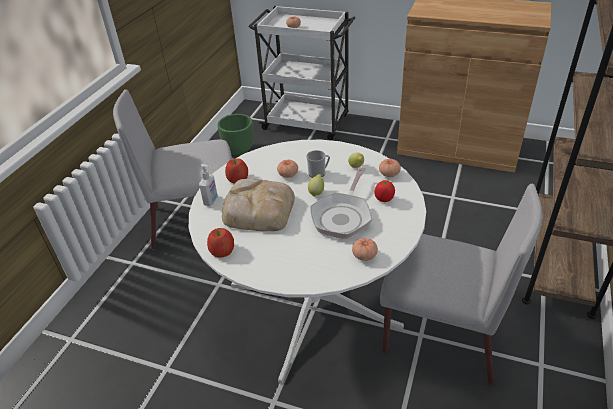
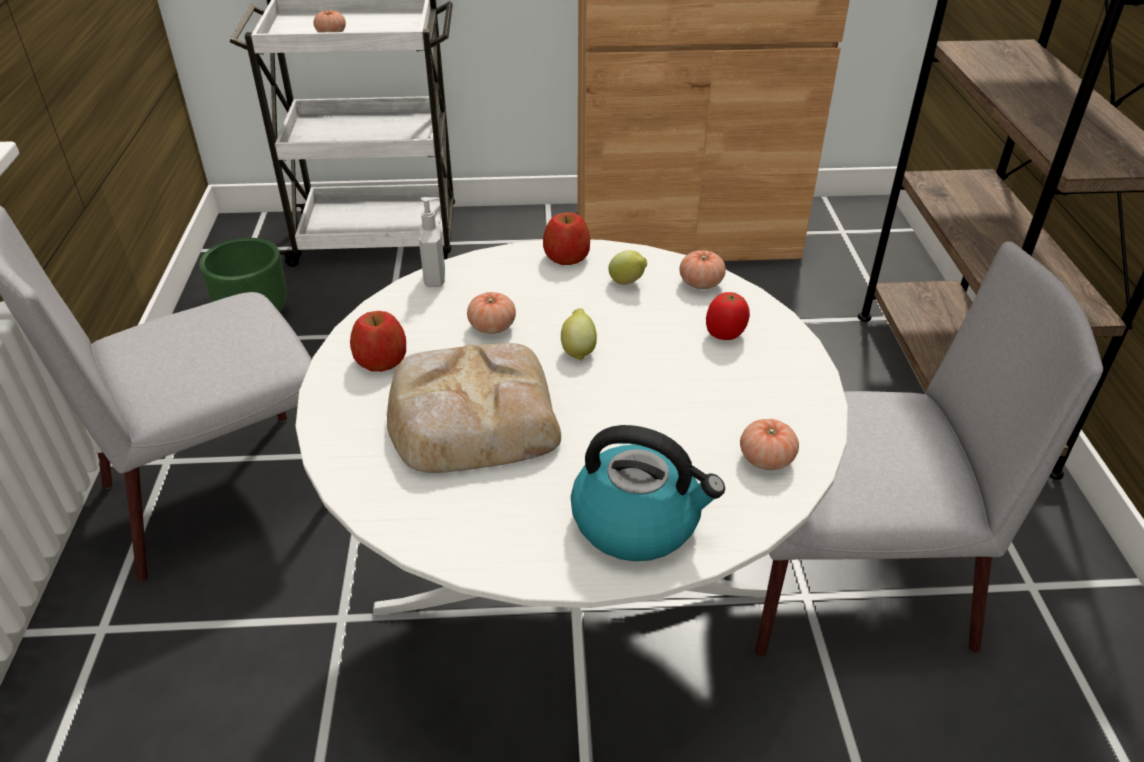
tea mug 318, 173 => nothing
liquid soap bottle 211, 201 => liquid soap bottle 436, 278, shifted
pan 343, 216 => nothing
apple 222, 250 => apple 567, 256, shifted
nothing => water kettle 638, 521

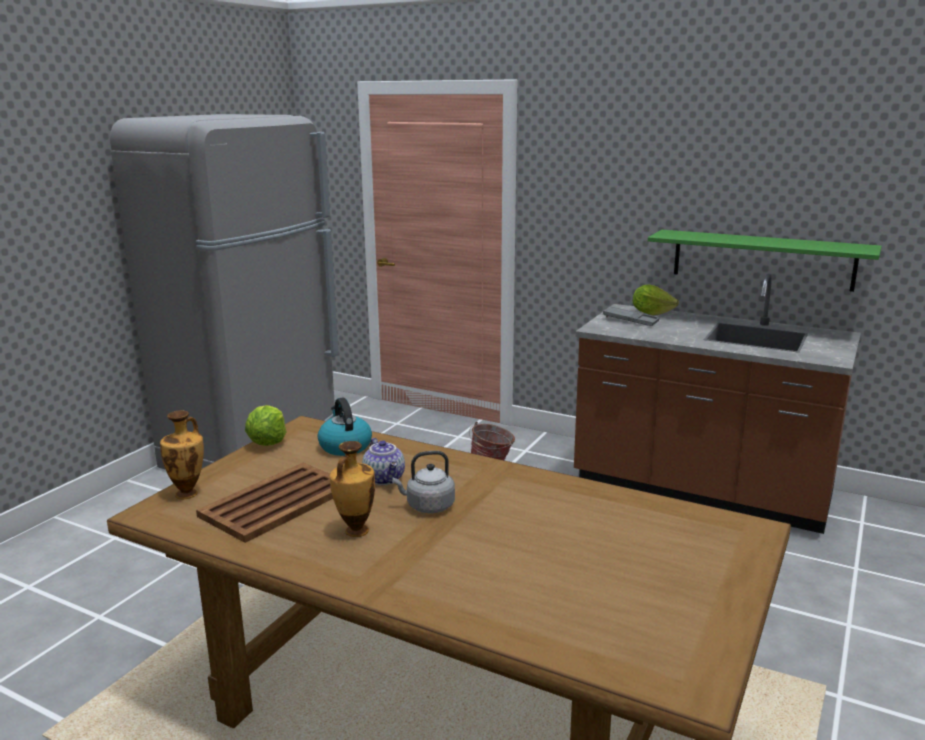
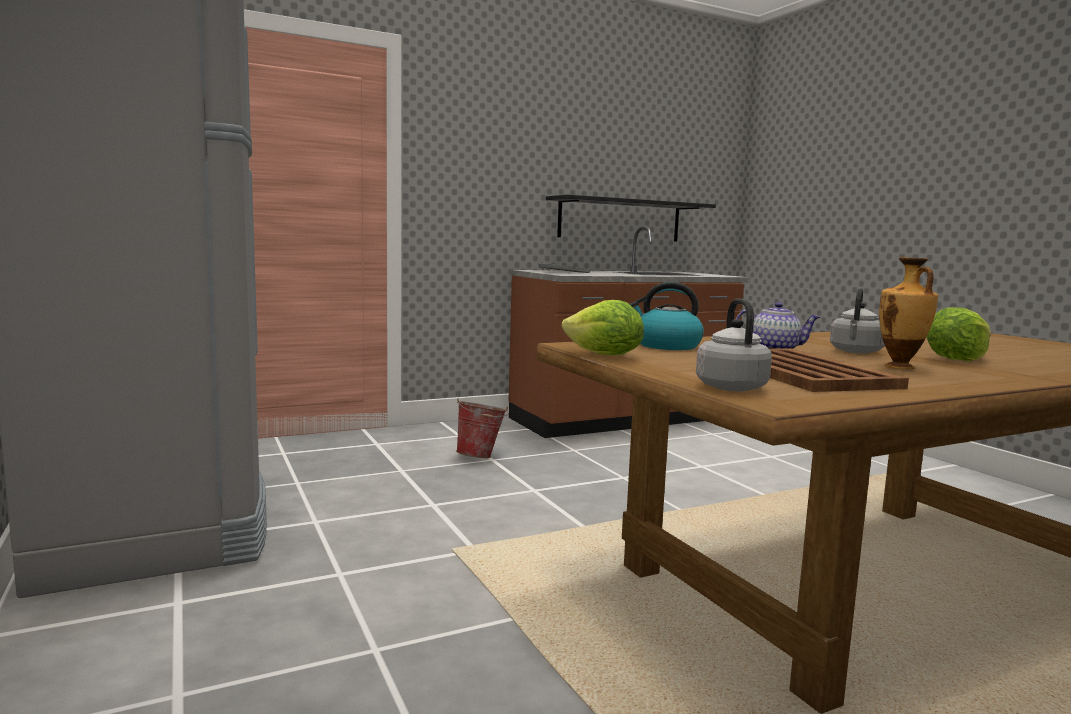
shelf (greenish) 762, 259 => shelf (blackish) 620, 220
lettuce 651, 313 => lettuce 956, 359, shifted
flower vase 188, 494 => water kettle (gray) 729, 387

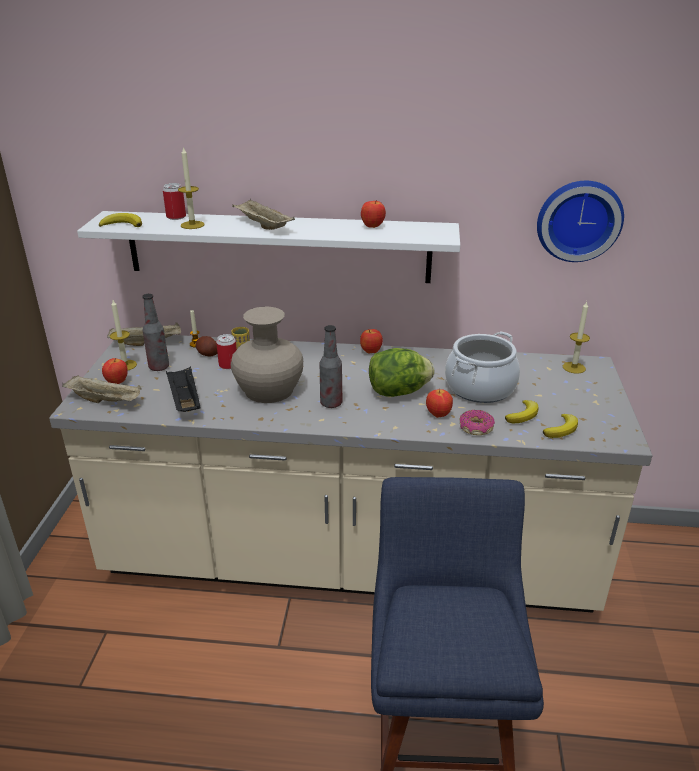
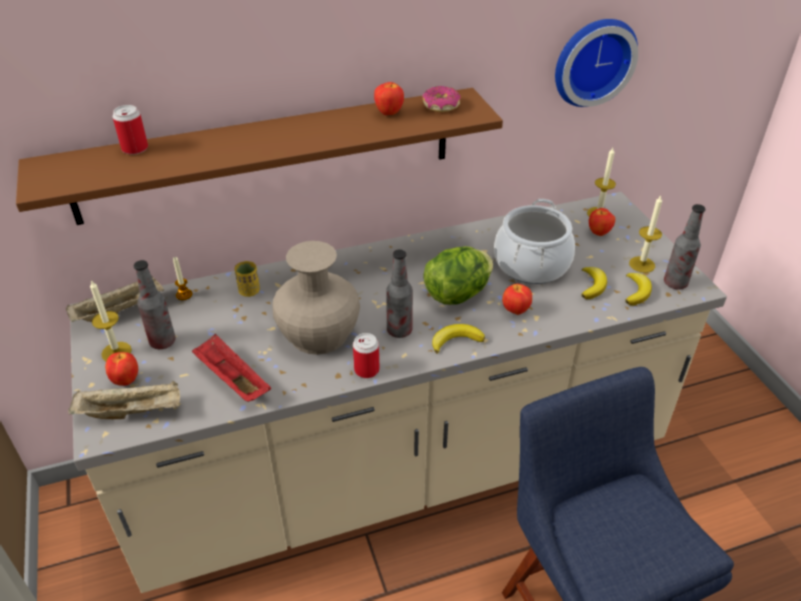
wax candle 192, 225 => wax candle 642, 264, shifted
carrying tray (beige) 262, 225 => nothing
shelf (whitish) 278, 247 => shelf (brown-coloured) 266, 155
banana fruit 122, 224 => banana fruit 456, 340, shifted
apple 371, 352 => apple 599, 233, shifted
metal can 228, 365 => metal can 366, 370, shifted
spud 208, 354 => nothing
carrying tray (blackish) 184, 401 => carrying tray (red-coloured) 231, 380
doughnut 475, 428 => doughnut 440, 106, shifted
nothing => beverage bottle 675, 283

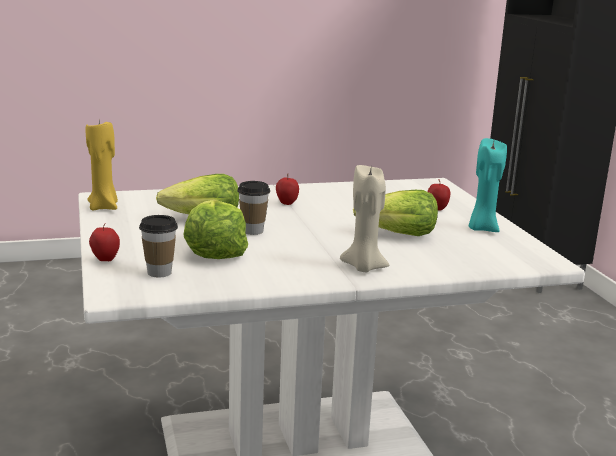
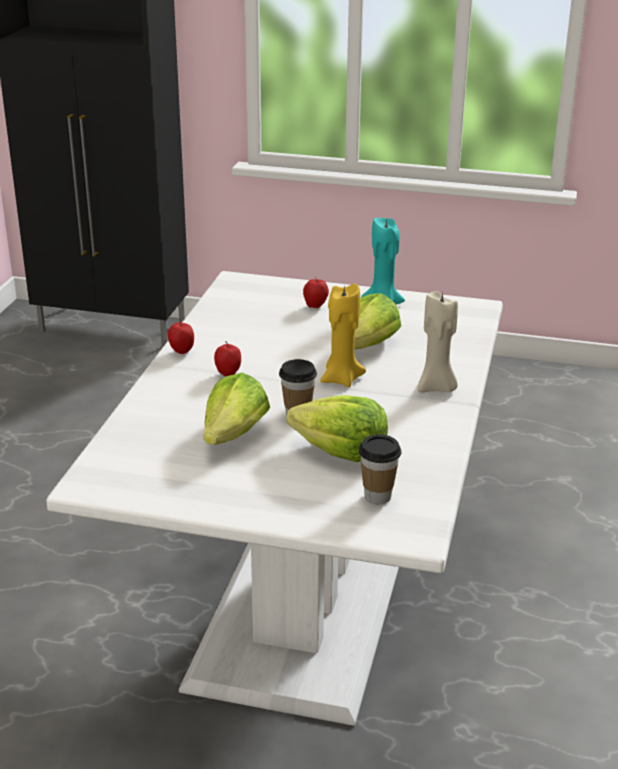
wax candle (yellow-coloured) 104, 207 => wax candle (yellow-coloured) 341, 379, shifted
apple 105, 259 => apple 181, 352, shifted

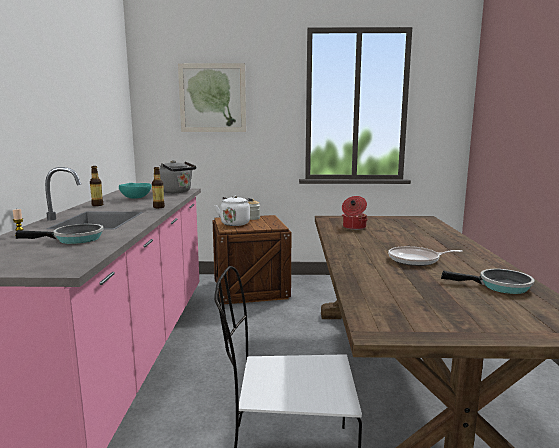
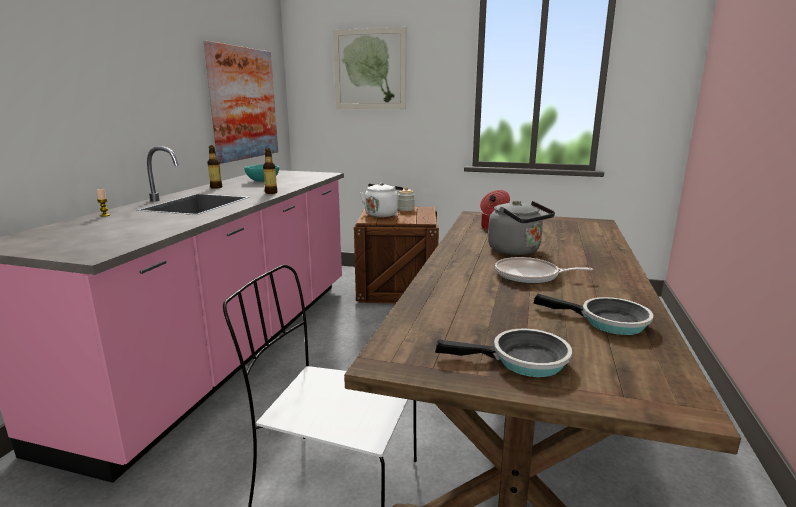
water kettle (gray) 177, 192 => water kettle (gray) 517, 251, shifted
pan 74, 239 => pan 523, 361, shifted
nothing => wall art 243, 103

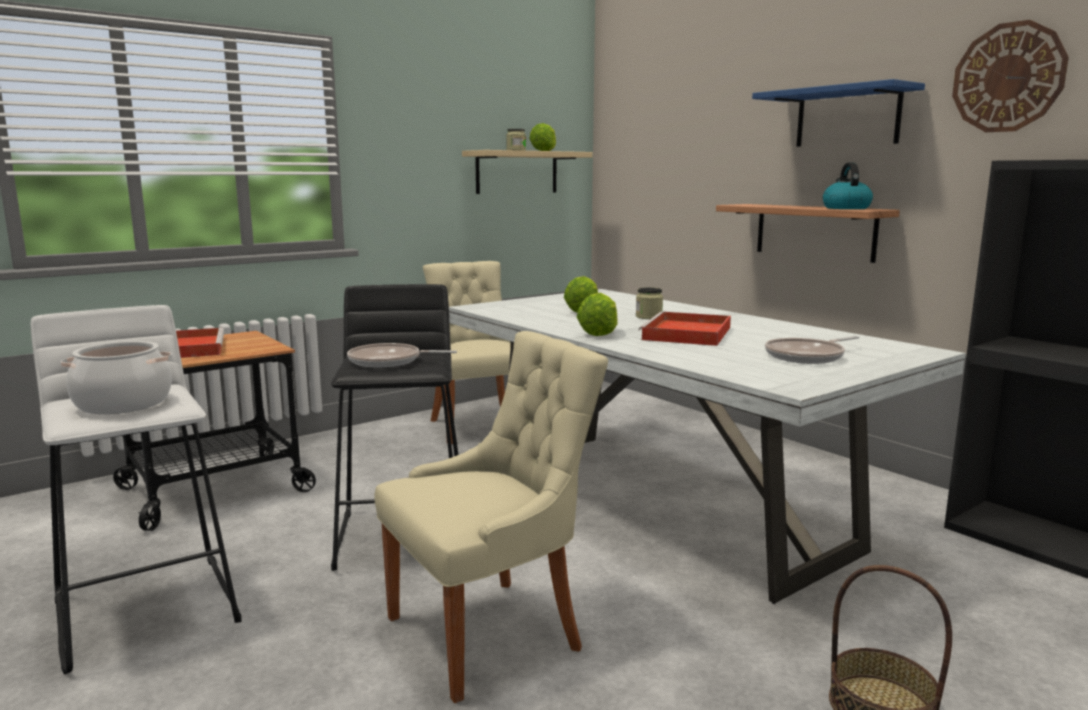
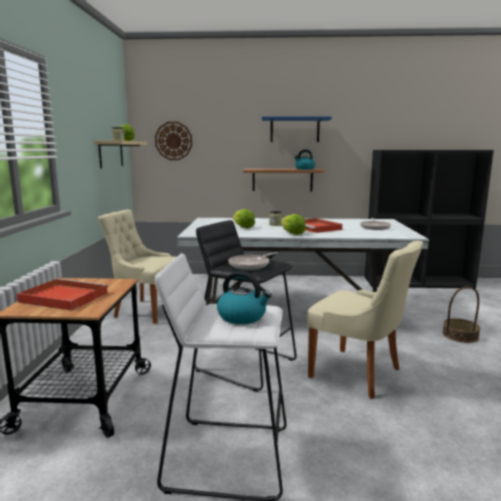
clock on the wall 1008, 77 => clock on the wall 173, 141, shifted
upright chair (beige) 490, 631 => upright chair (beige) 358, 373, 120 degrees clockwise
cooking pot 124, 403 => water kettle 242, 317

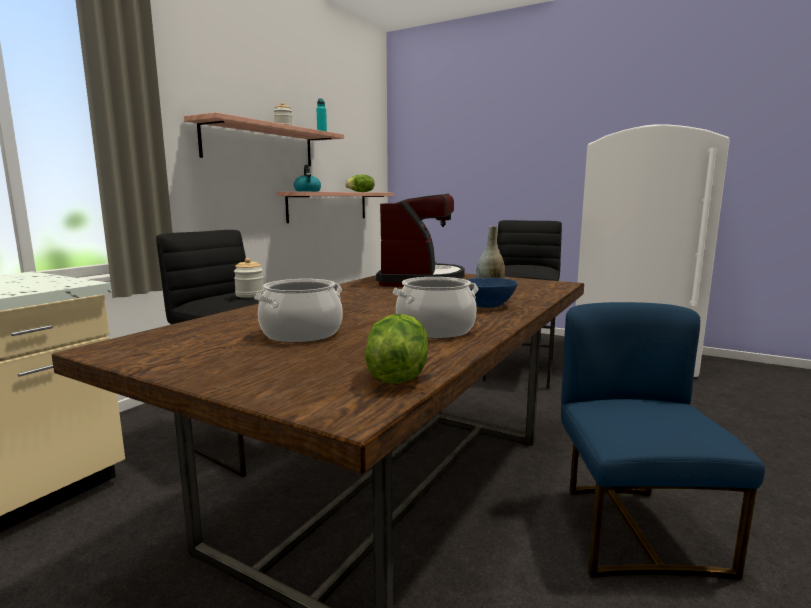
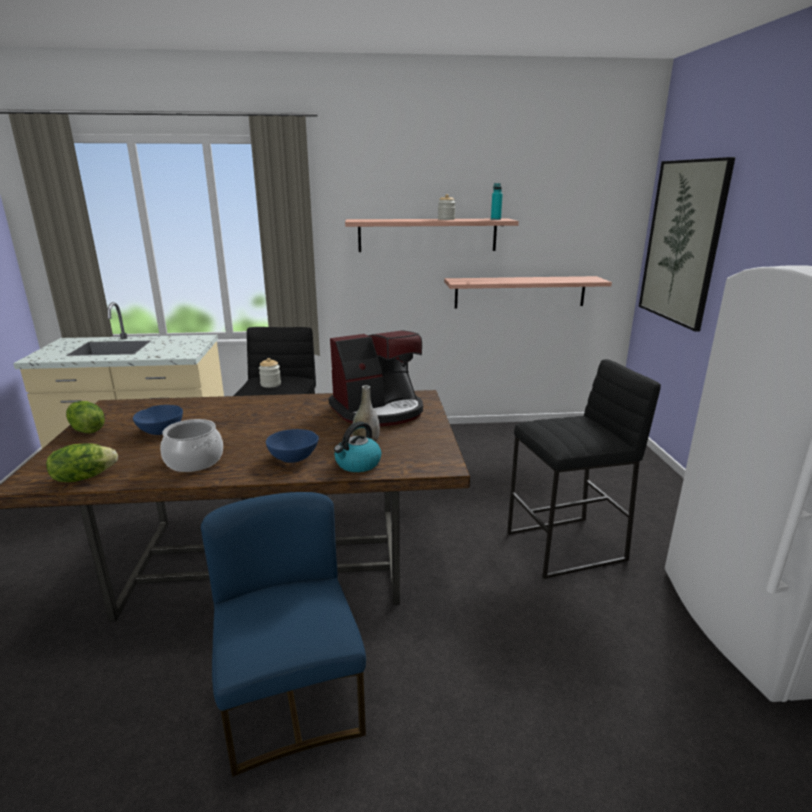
water kettle 307, 191 => water kettle 357, 464, shifted
lettuce 361, 192 => lettuce 86, 430, shifted
cooking pot 301, 334 => deep dish (blue-coloured) 161, 431
upright chair (blue-coloured) 634, 529 => upright chair (blue-coloured) 292, 700, 75 degrees counterclockwise
nothing => wall art 682, 242

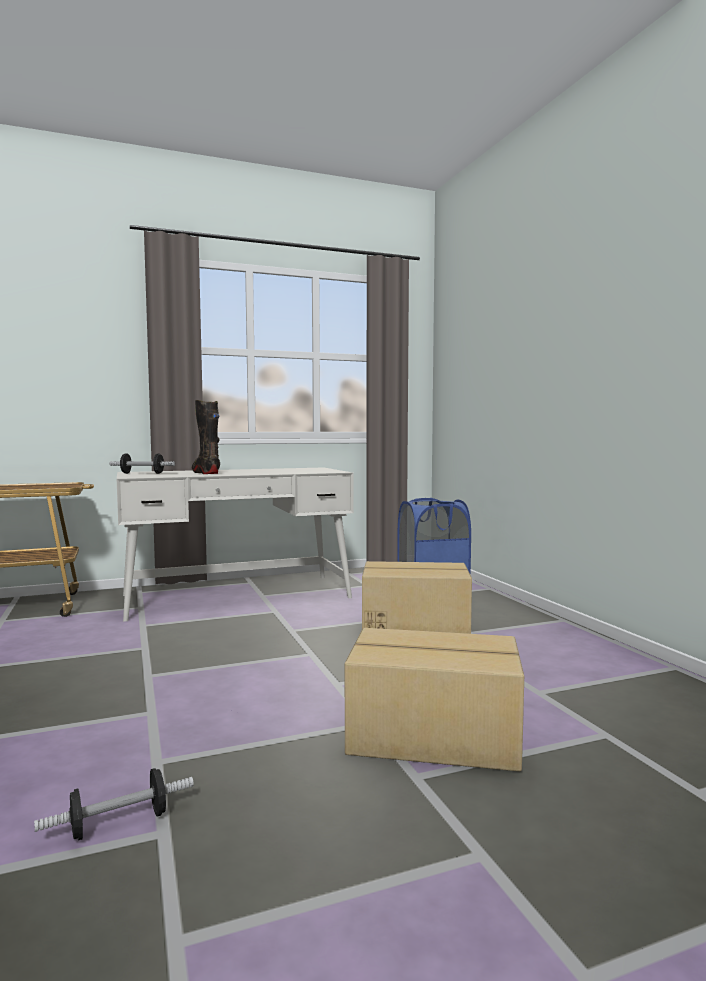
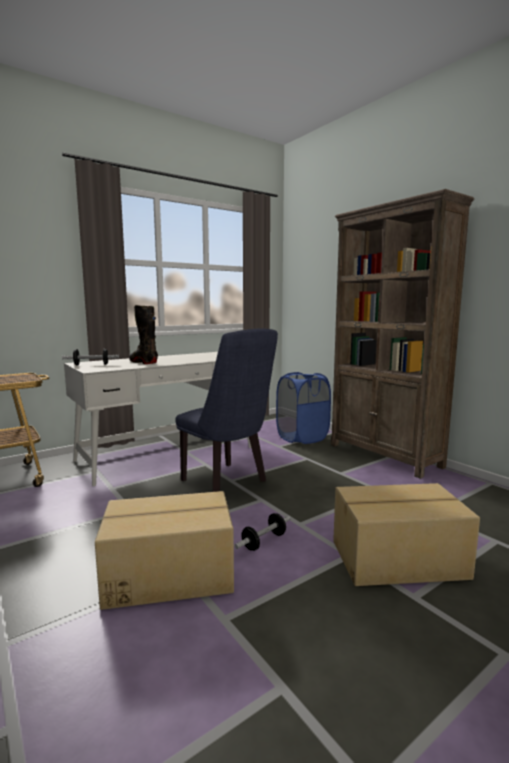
carton 414, 625 => carton 169, 574, shifted
free weight 119, 824 => free weight 264, 541, shifted
nothing => shelving unit (brown-coloured) 384, 456
nothing => upright chair (blue-coloured) 228, 483

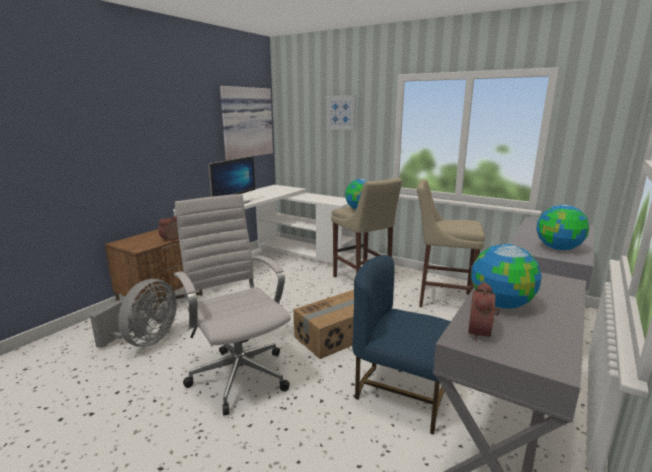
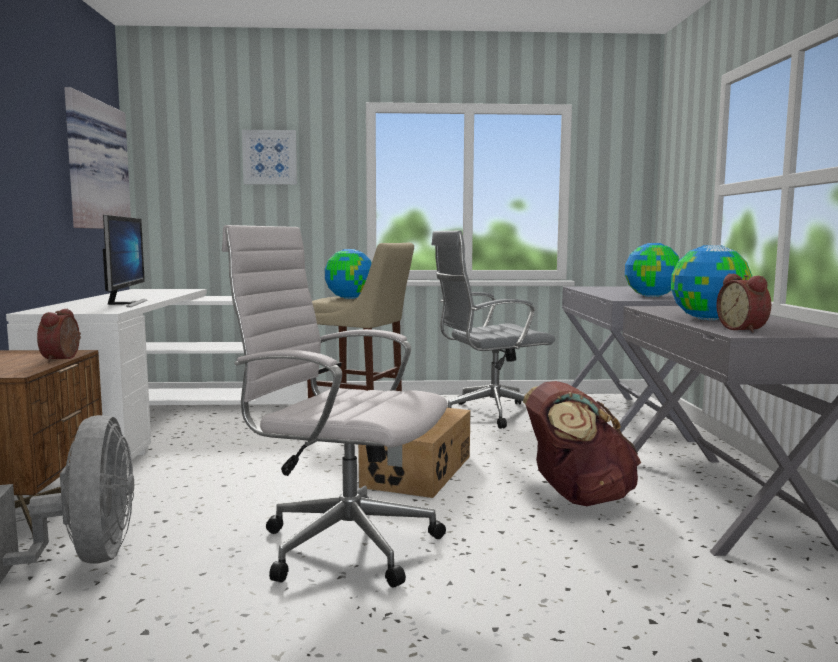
stool (beige) 441, 299 => office chair (gray) 488, 414
upright chair (blue-coloured) 401, 393 => backpack (brown-coloured) 577, 498

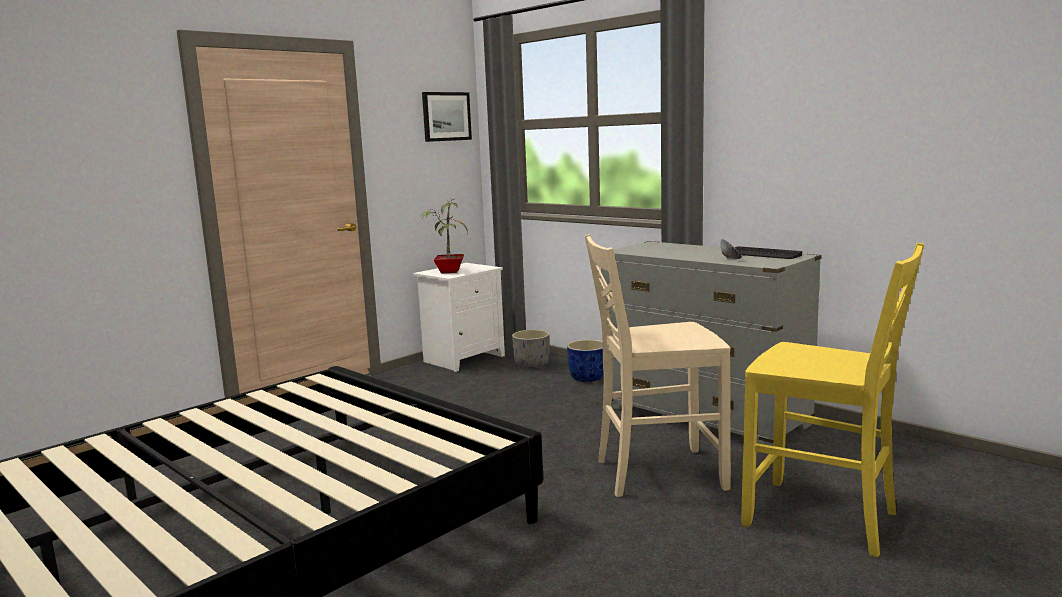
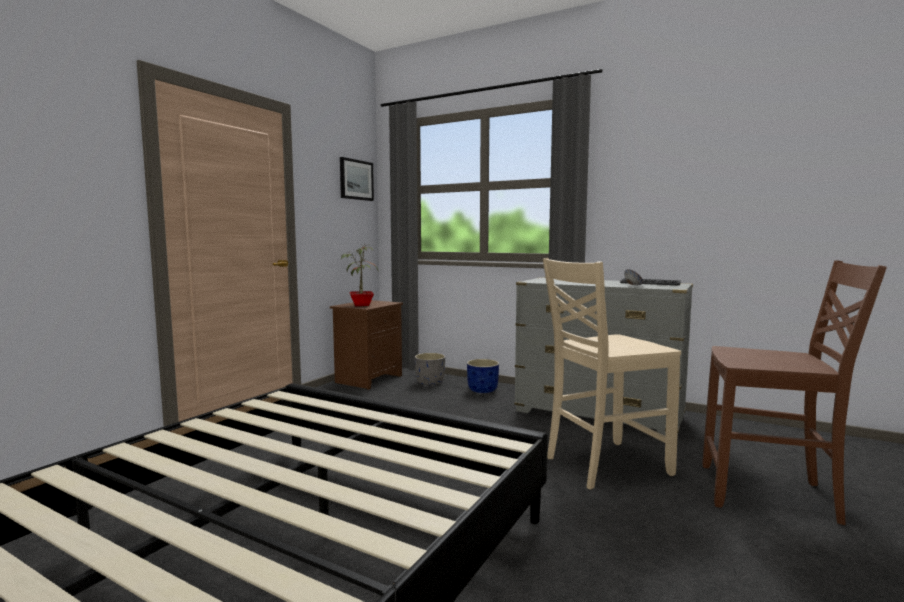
upright chair (yellow-coloured) 823, 519 => upright chair (brown-coloured) 770, 494
night table (whitish) 464, 358 => night table (brown-coloured) 368, 379

